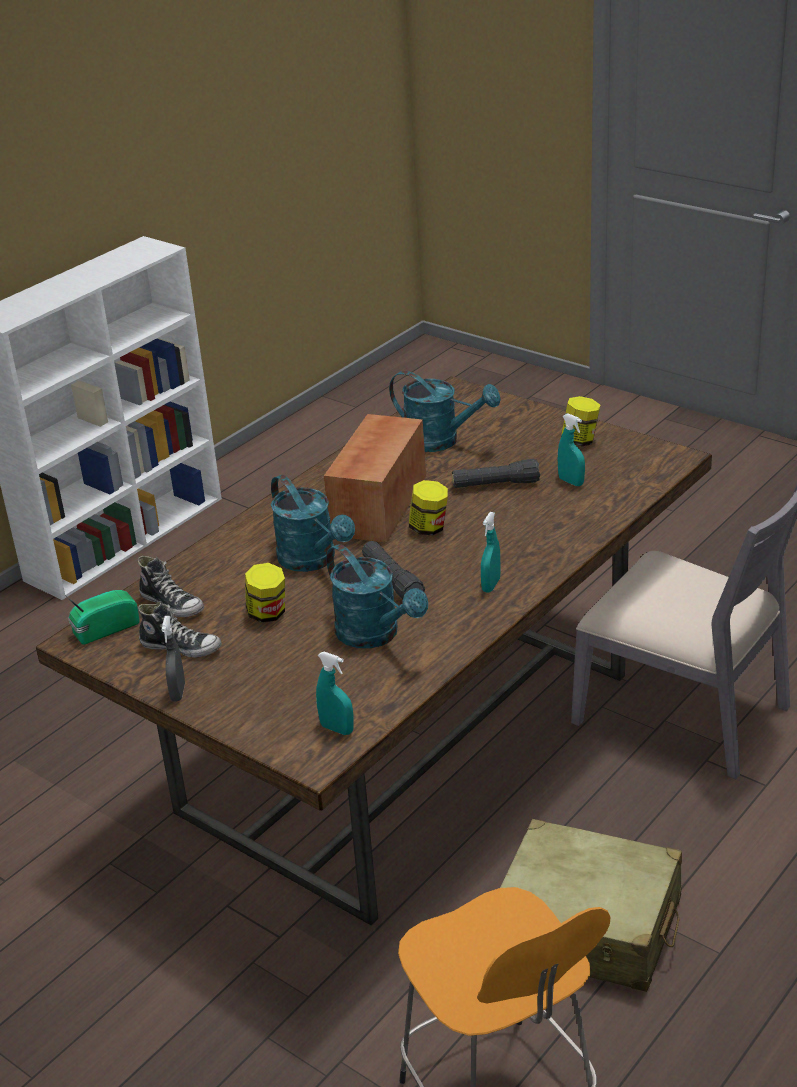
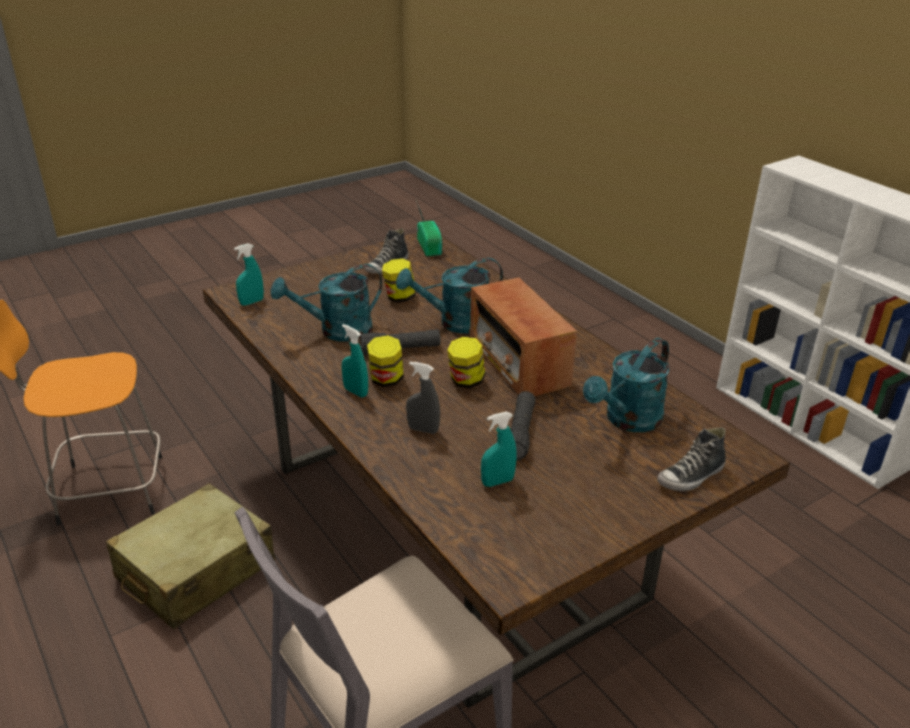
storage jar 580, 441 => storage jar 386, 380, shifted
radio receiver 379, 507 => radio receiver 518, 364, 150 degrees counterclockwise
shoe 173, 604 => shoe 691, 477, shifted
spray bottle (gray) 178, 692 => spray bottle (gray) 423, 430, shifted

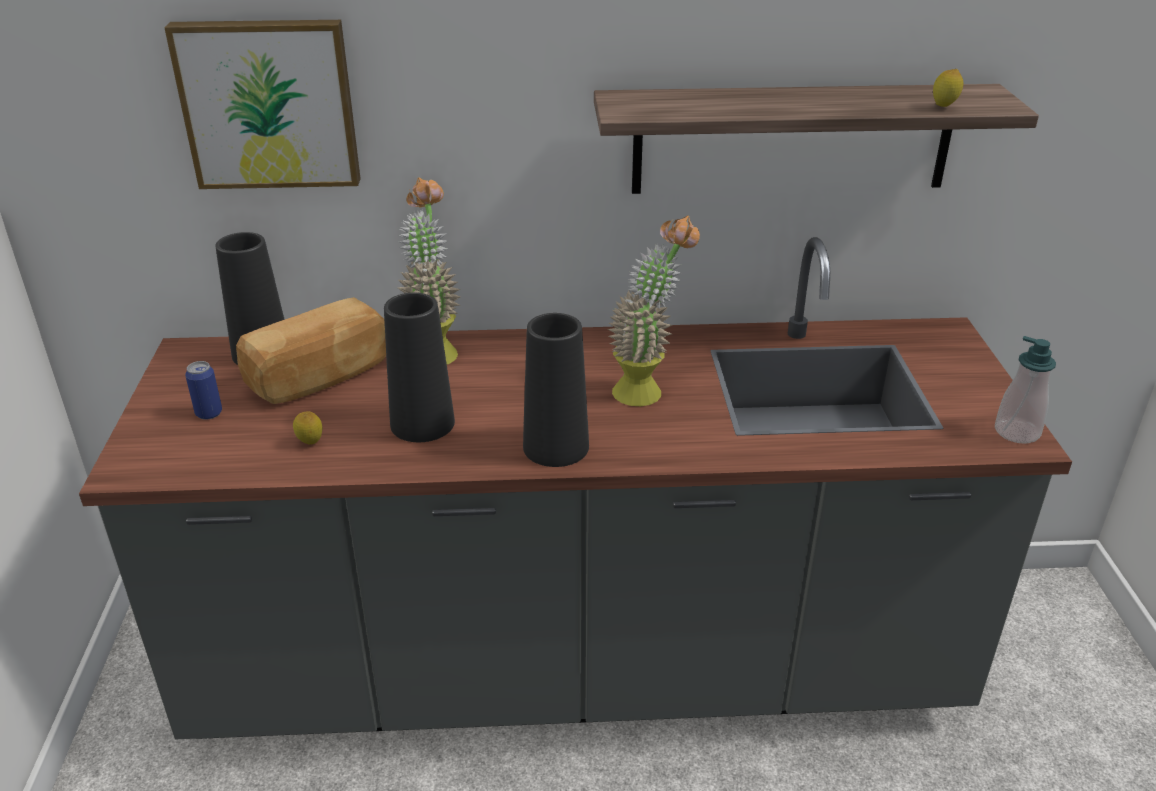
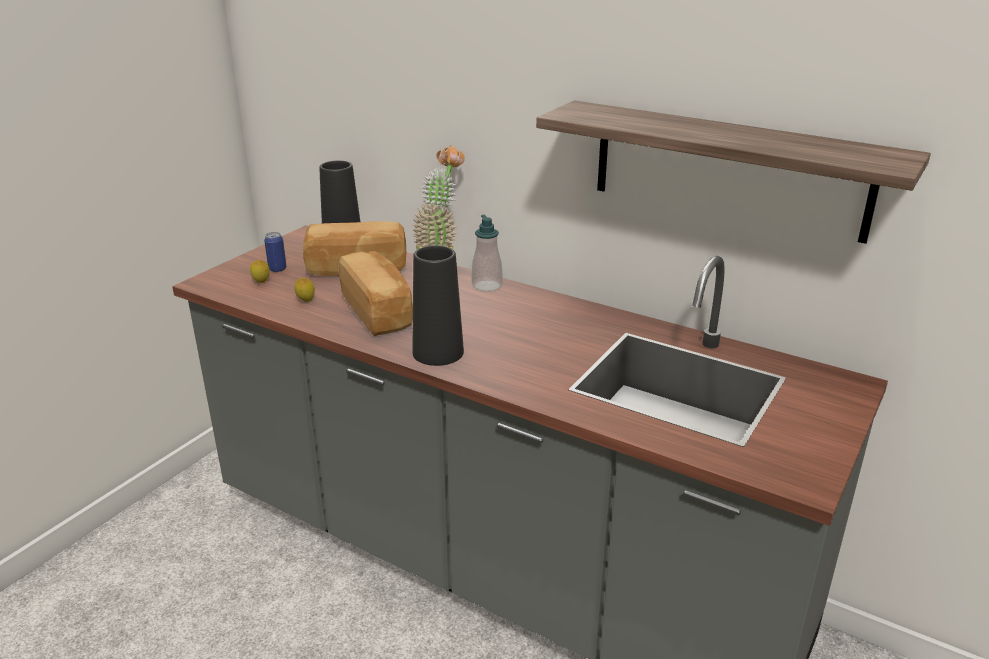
wall art 269, 103 => nothing
citrus fruit 944, 107 => citrus fruit 261, 283, shifted
houseplant 648, 388 => nothing
flower vase (blackish) 422, 423 => baked bread 378, 312
liquid soap bottle 1016, 432 => liquid soap bottle 487, 285, shifted

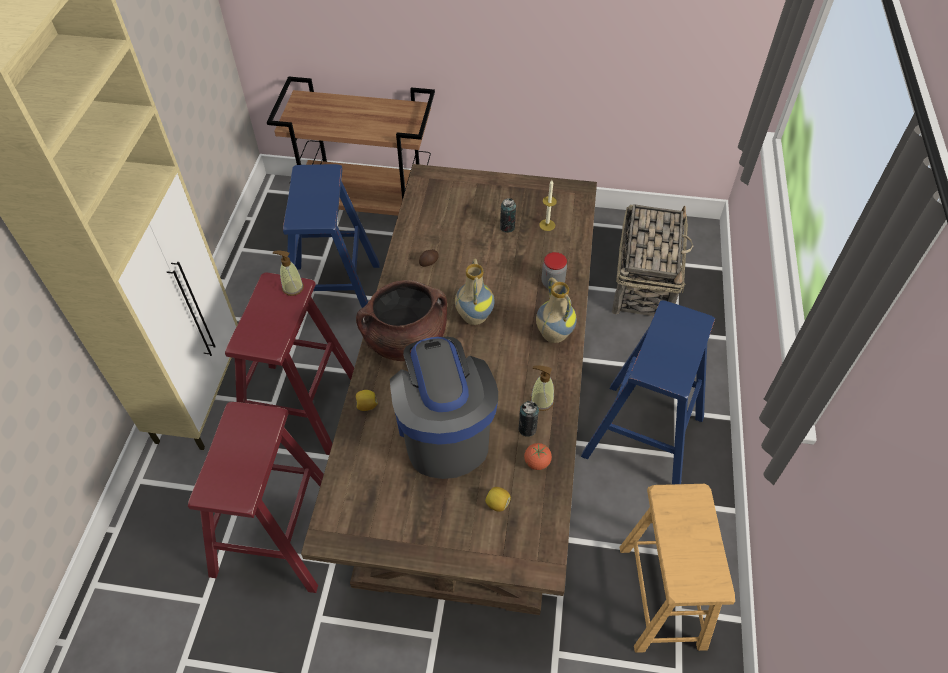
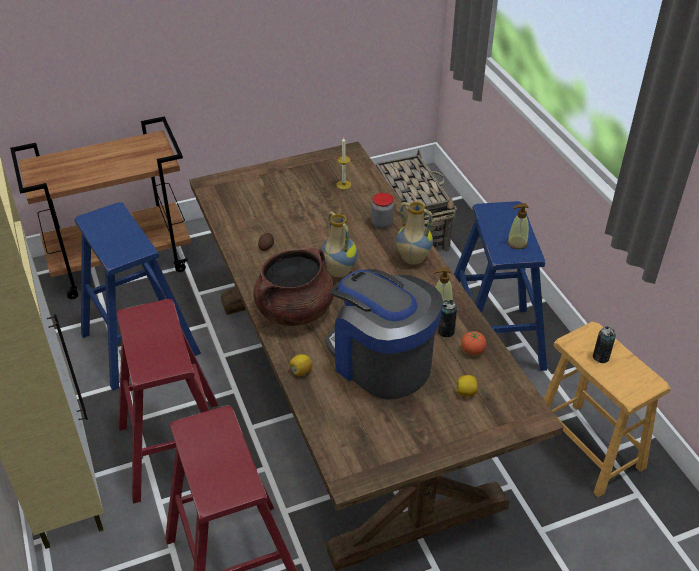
metal can 507, 227 => metal can 600, 357, shifted
liquid soap bottle 292, 288 => liquid soap bottle 517, 243, shifted

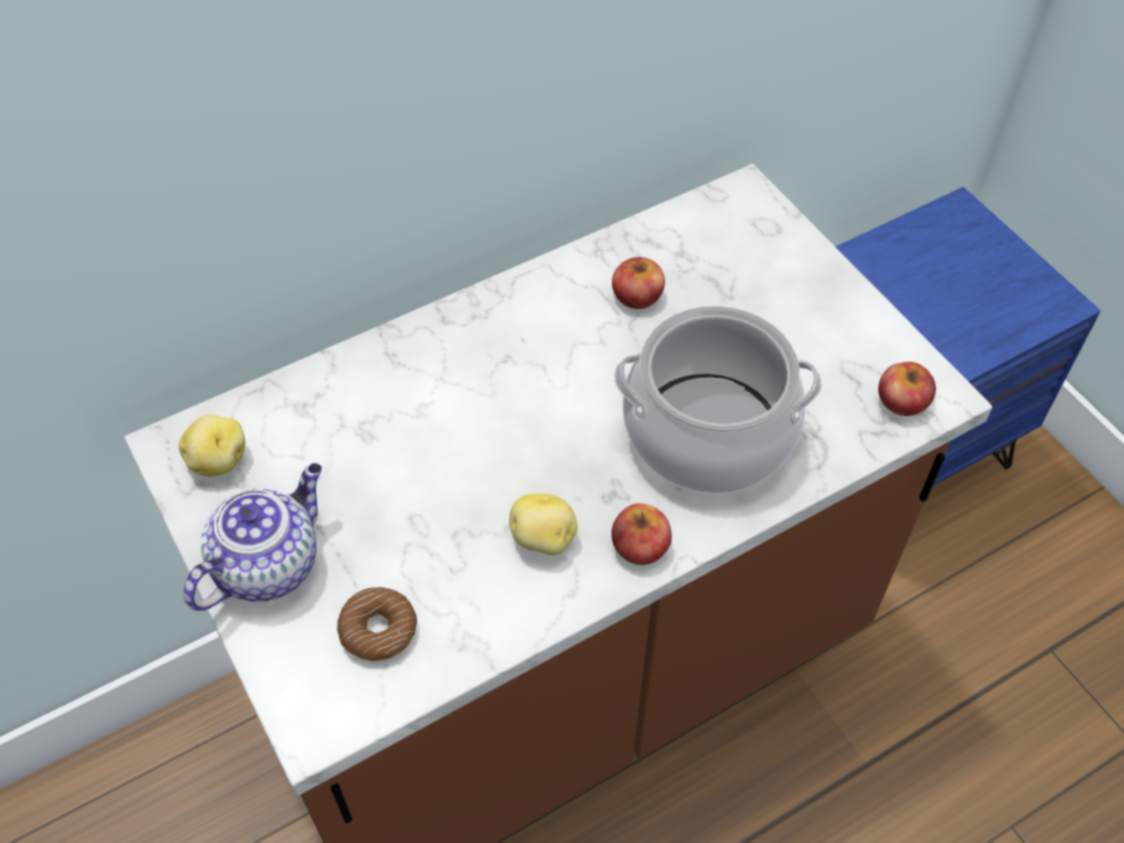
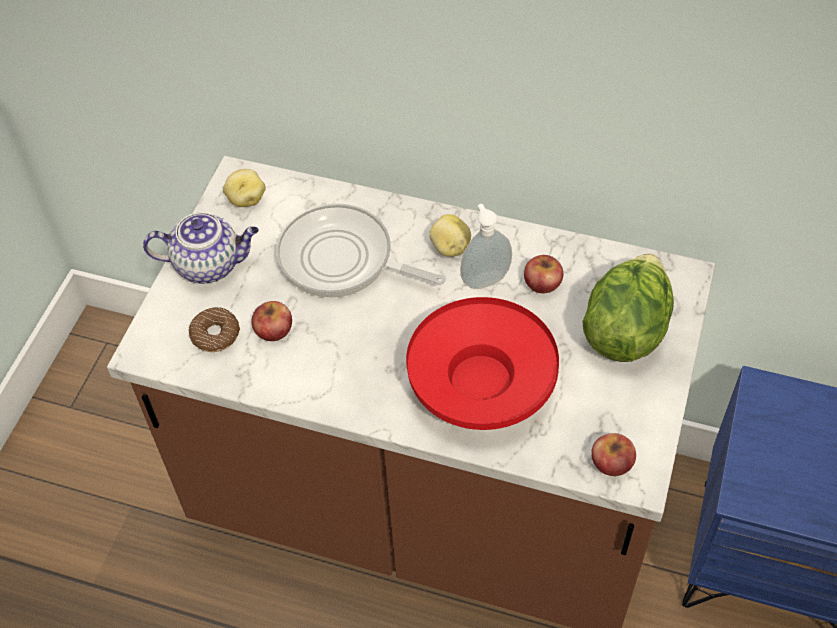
cooking pot 708, 434 => deep dish (red-coloured) 481, 384
spud 543, 539 => spud 449, 247, shifted
apple 640, 545 => apple 273, 329, shifted
nothing => pan 342, 260
nothing => liquid soap bottle 484, 278
nothing => lettuce 625, 329

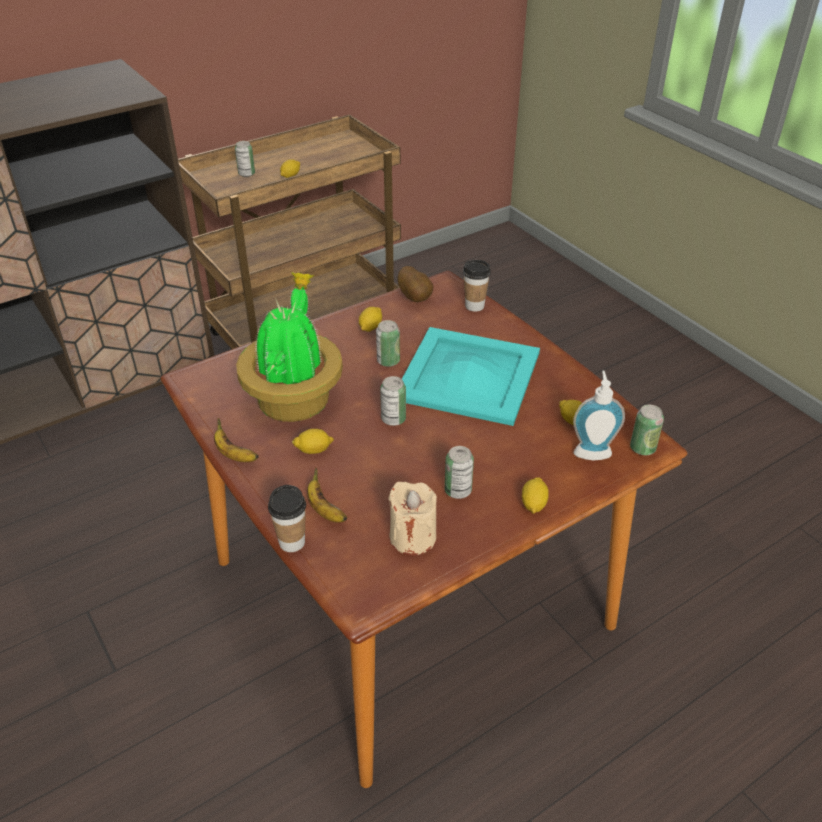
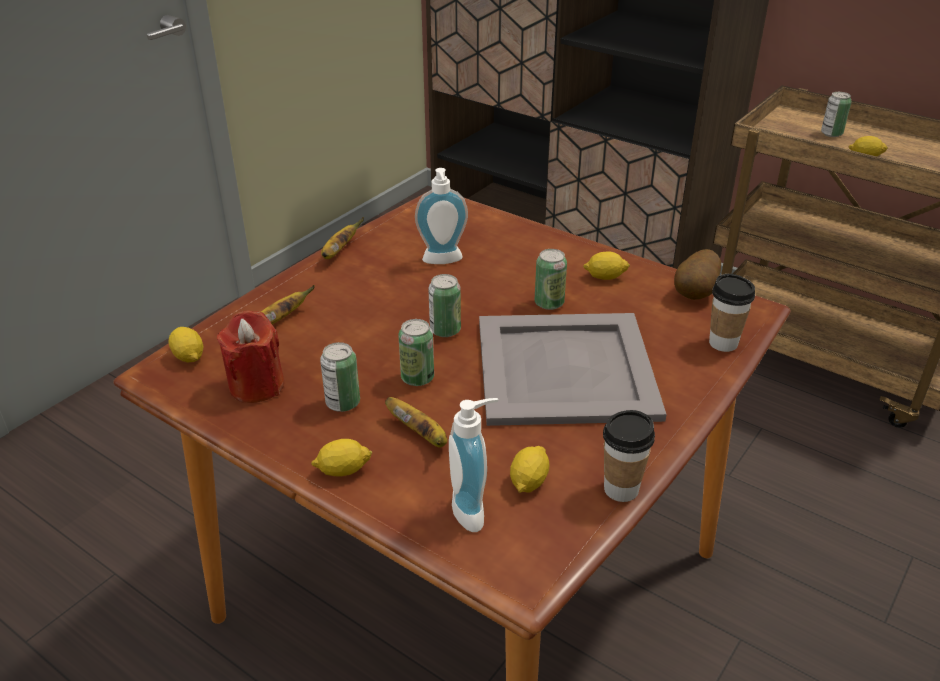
houseplant 295, 398 => liquid soap bottle 443, 261
carrying tray (turquoise-coloured) 469, 376 => carrying tray (gray) 564, 369
metal can 642, 448 => metal can 417, 378, shifted
citrus fruit 314, 450 => citrus fruit 189, 356, shifted
wax candle (beige) 412, 537 => wax candle (red-coloured) 256, 386
drinking cup 292, 542 => drinking cup 621, 489, shifted
nothing => banana fruit 420, 435

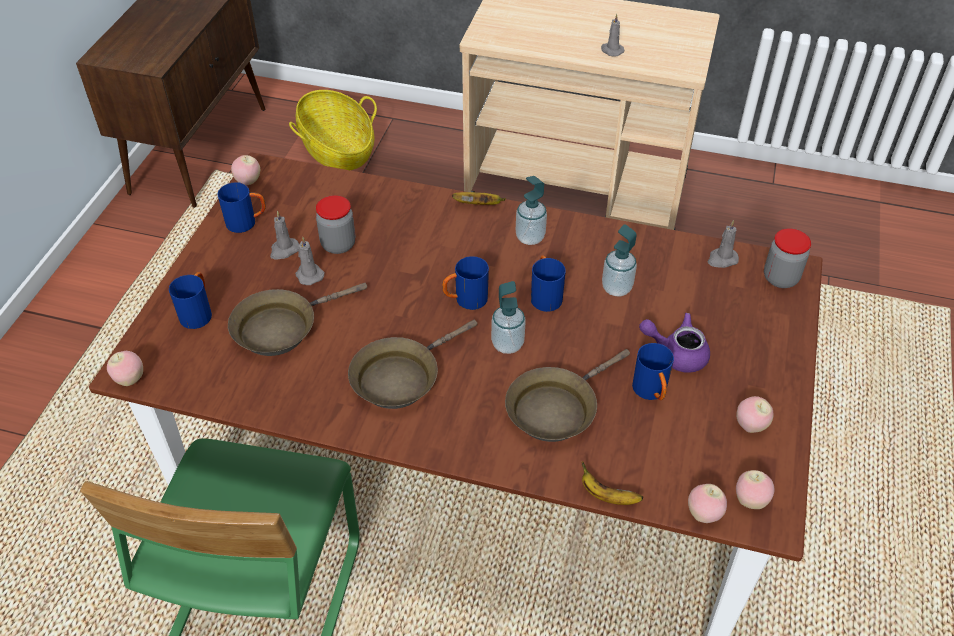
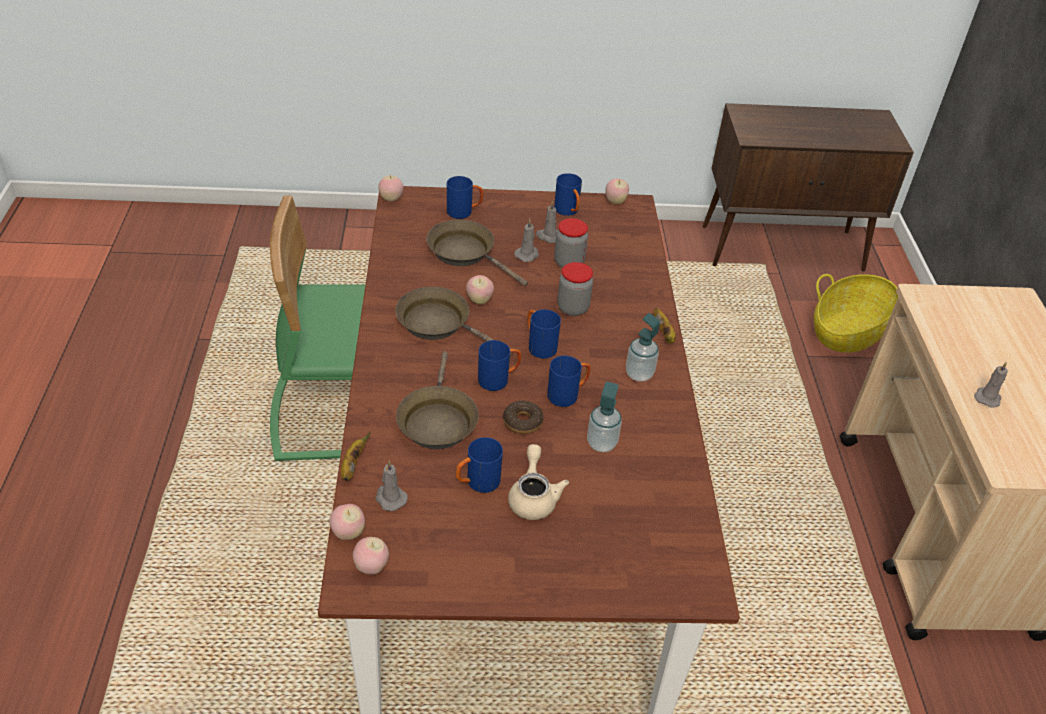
wax candle (gray) 722, 259 => wax candle (gray) 390, 498, shifted
storage jar 780, 278 => storage jar 573, 308, shifted
liquid soap bottle 507, 344 => tea mug (blue-coloured) 498, 379
pot for tea (purple) 676, 353 => pot for tea (beige) 533, 497
pan (brown-coloured) 556, 408 => pan (brown-coloured) 437, 420, 120 degrees counterclockwise
apple 750, 426 => apple 479, 300, shifted
nothing => doughnut 522, 422

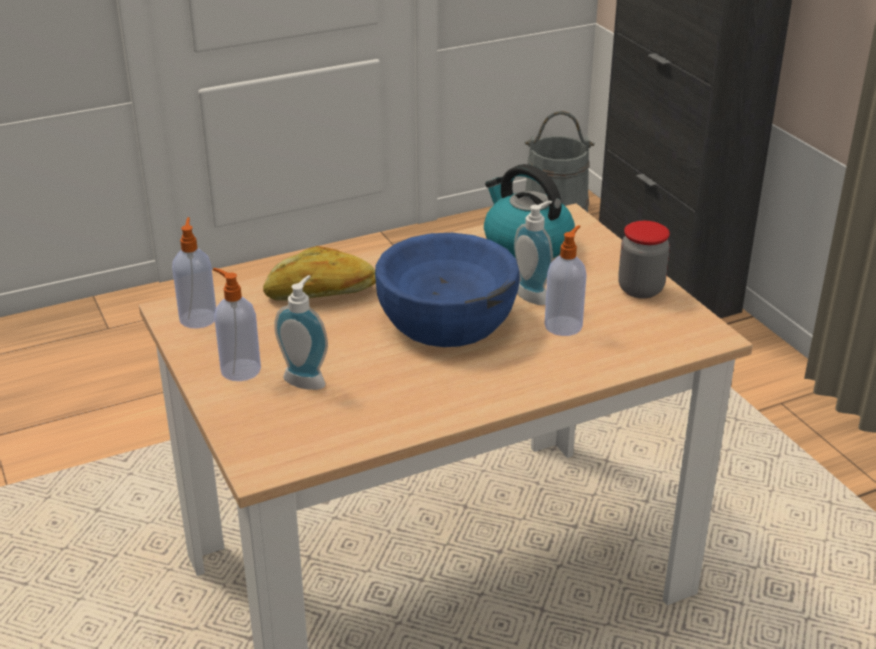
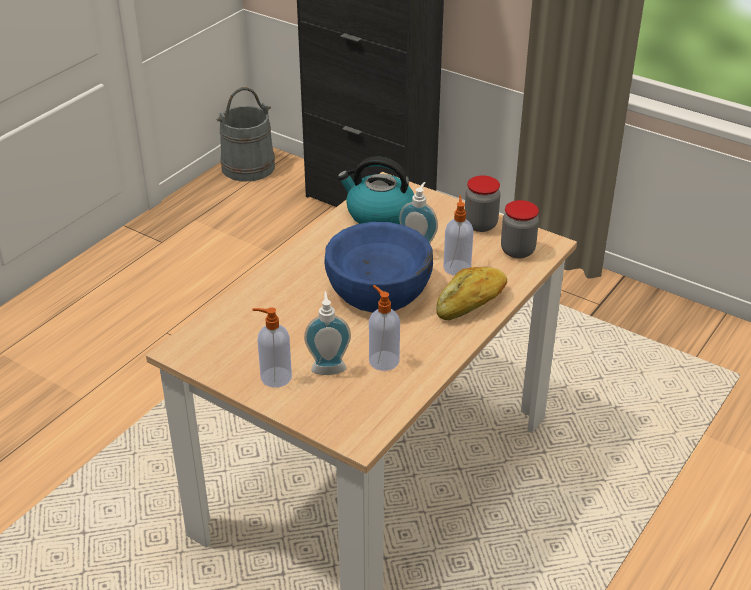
liquid soap bottle 198, 318 => liquid soap bottle 383, 360, shifted
baked bread 321, 293 => baked bread 472, 303, shifted
nothing => storage jar 517, 250

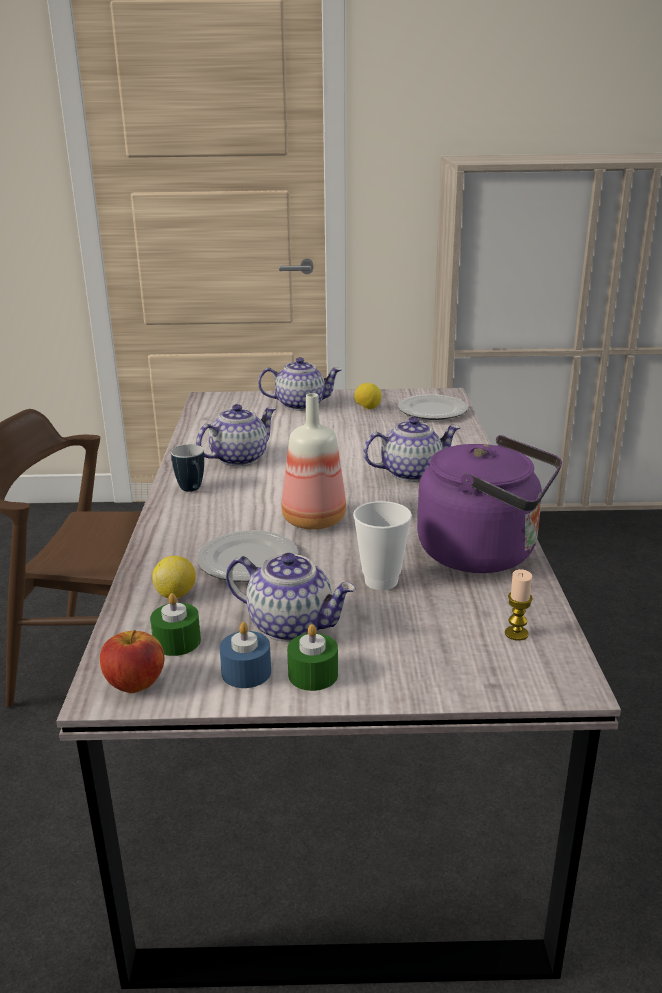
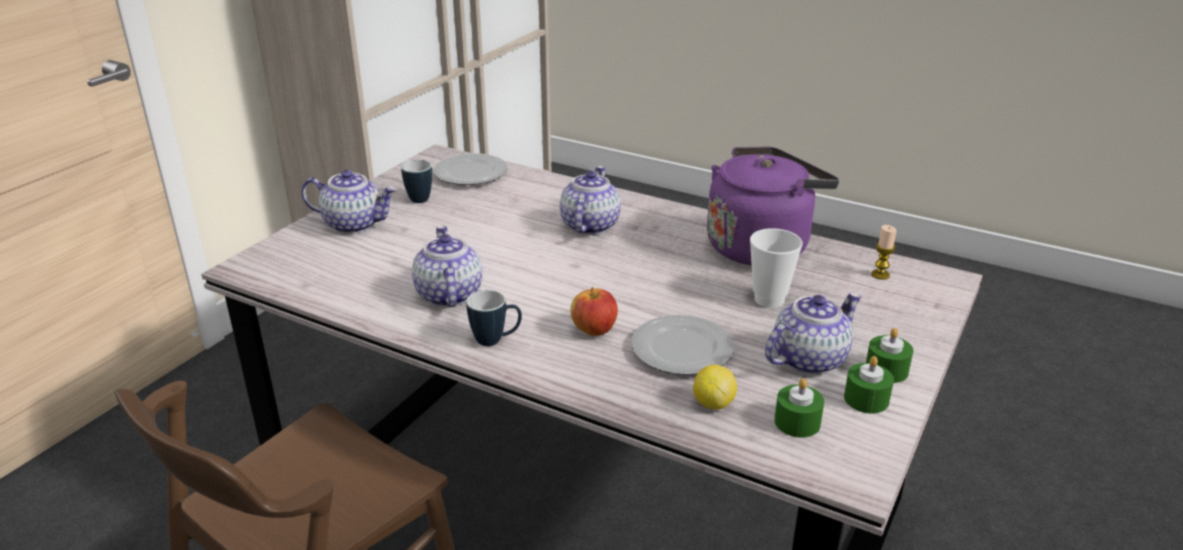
pot for tea 301, 404 => pot for tea 354, 224, 75 degrees clockwise
citrus fruit 367, 408 => tea mug 418, 197
beverage bottle 313, 521 => nothing
wax candle (blue-coloured) 246, 672 => wax candle (greenish) 866, 399
apple 135, 684 => apple 594, 330, shifted

